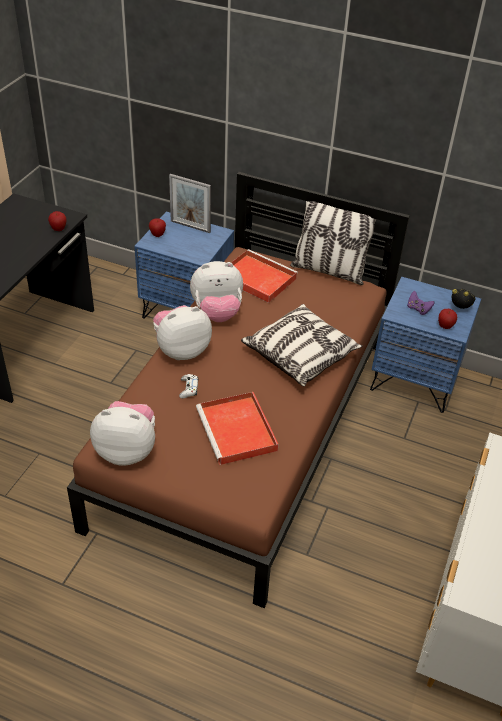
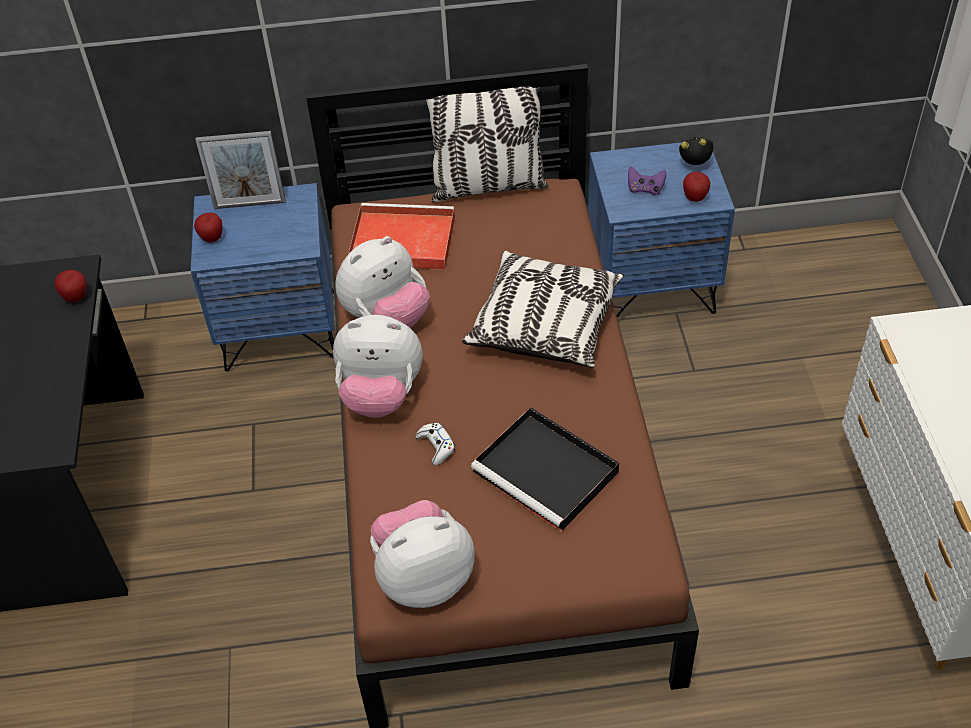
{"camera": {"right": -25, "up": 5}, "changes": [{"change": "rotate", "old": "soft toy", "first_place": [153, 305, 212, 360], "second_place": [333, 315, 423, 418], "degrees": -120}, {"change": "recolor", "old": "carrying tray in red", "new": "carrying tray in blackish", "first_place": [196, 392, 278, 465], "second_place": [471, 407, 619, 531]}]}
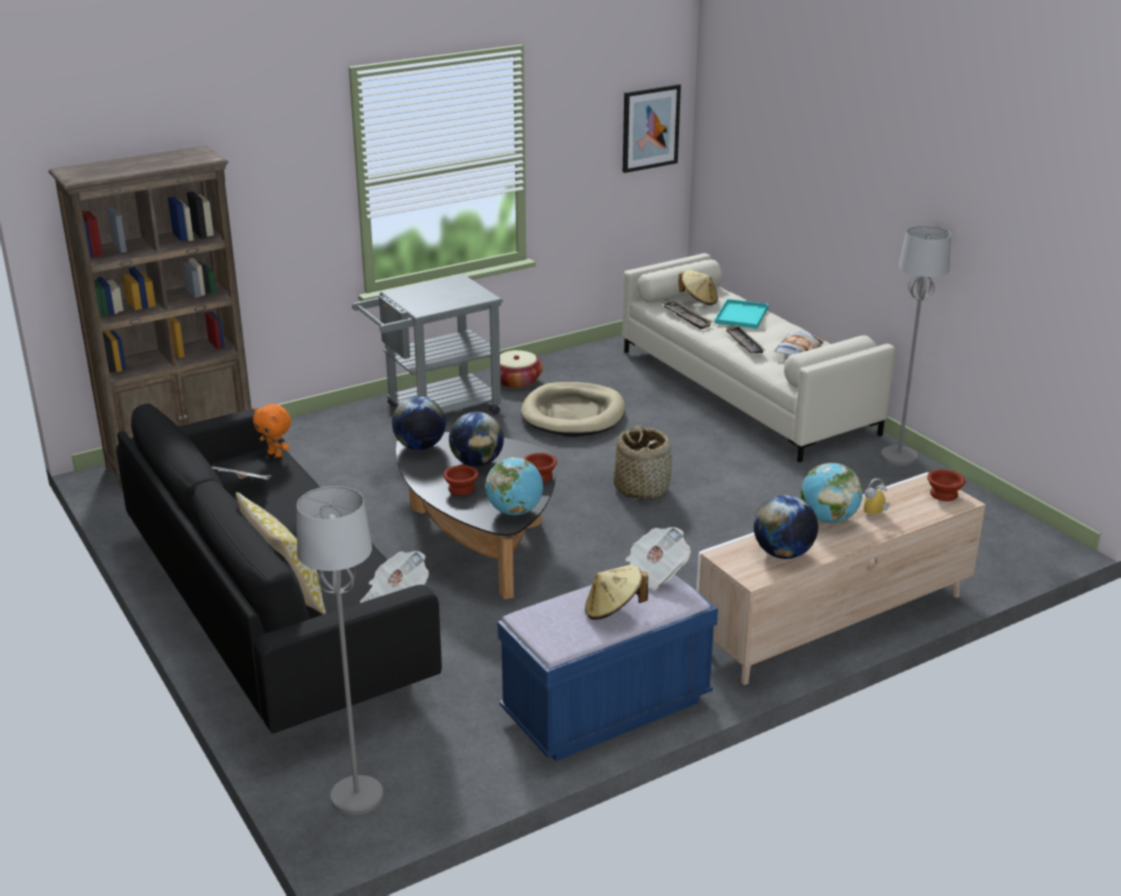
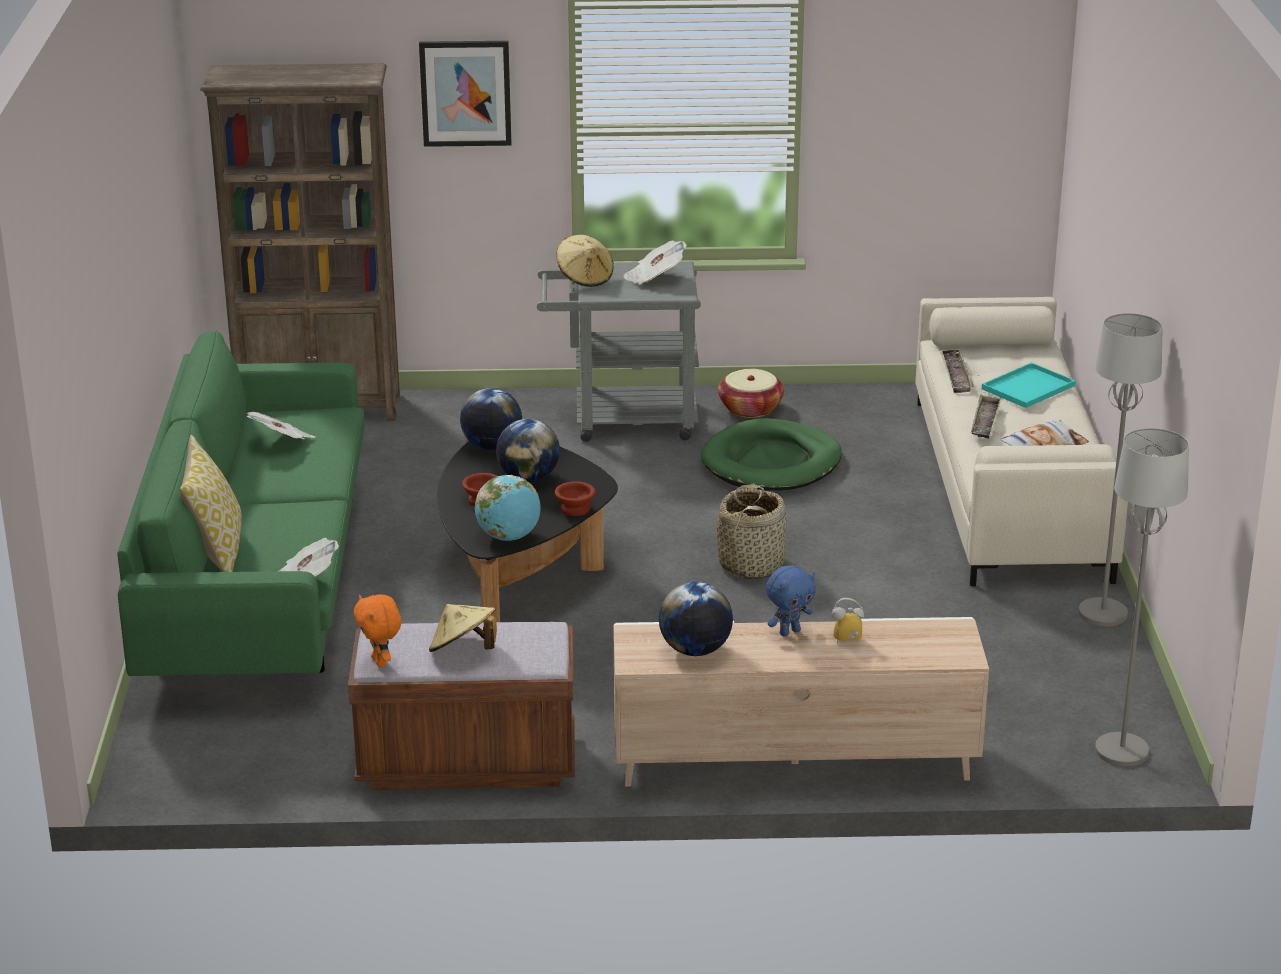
{"camera": {"right": 30, "up": 0}, "changes": [{"change": "move", "old": "picture", "first_place": [623, 84, 681, 173], "second_place": [419, 41, 512, 147]}, {"change": "move", "old": "wearable hat in sand-coloured", "first_place": [678, 269, 718, 305], "second_place": [556, 235, 614, 287]}, {"change": "recolor", "old": "dog cushion in sand-coloured", "new": "dog cushion in greenish", "first_place": [521, 382, 625, 437], "second_place": [701, 418, 842, 490]}, {"change": "recolor", "old": "settee in blackish", "new": "settee in greenish", "first_place": [116, 403, 442, 734], "second_place": [117, 331, 365, 676]}, {"change": "move", "old": "soft toy in orange", "first_place": [253, 404, 291, 458], "second_place": [354, 594, 401, 667]}, {"change": "replace", "old": "globe", "new": "soft toy in blue", "first_place": [800, 463, 863, 523], "second_place": [766, 566, 816, 637]}, {"change": "delete", "old": "deep dish in brown", "first_place": [927, 469, 965, 501]}, {"change": "move", "old": "standing lamp in grey", "first_place": [297, 486, 383, 815], "second_place": [1095, 428, 1189, 767]}, {"change": "move", "old": "newspaper", "first_place": [626, 527, 691, 590], "second_place": [623, 241, 687, 285]}, {"change": "recolor", "old": "indoor bench in blue", "new": "indoor bench in brown", "first_place": [498, 574, 718, 761], "second_place": [348, 622, 575, 790]}]}
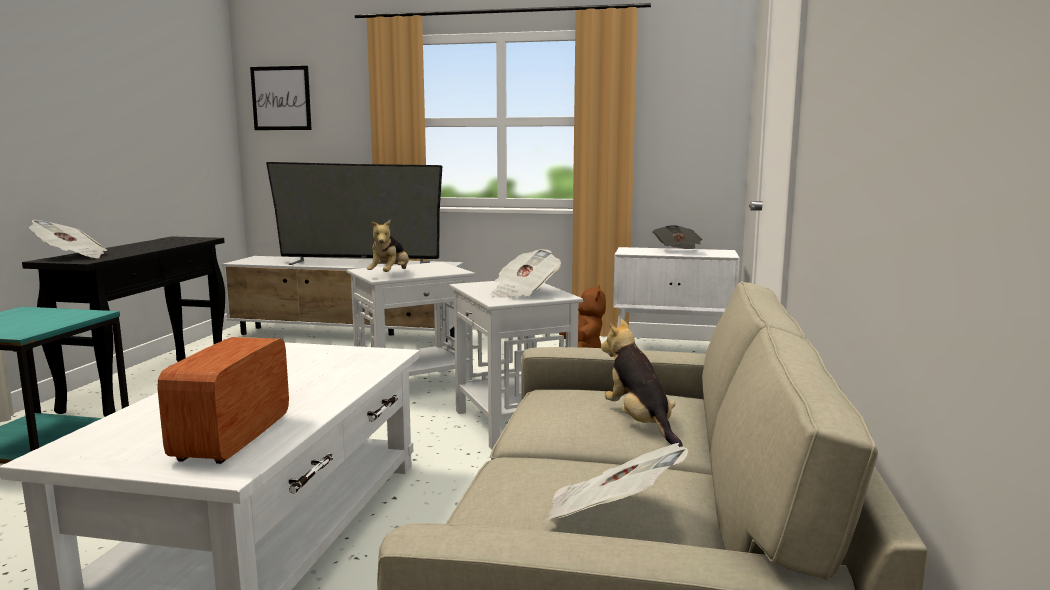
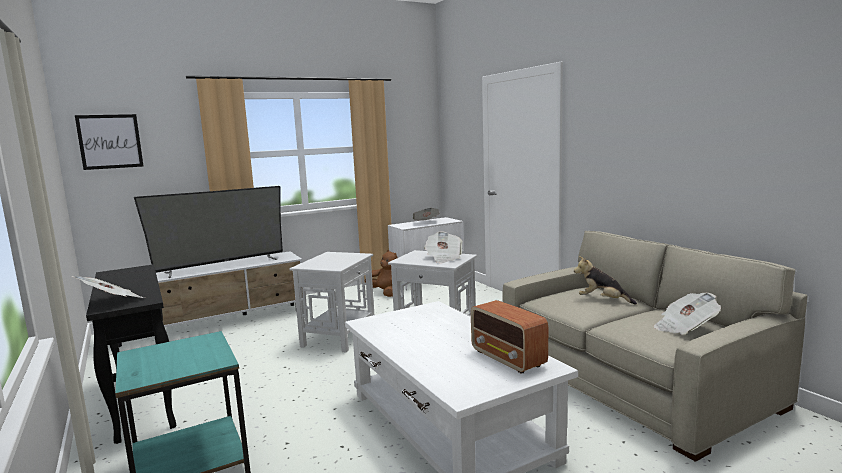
{"camera": {"right": -40, "up": 0}, "changes": [{"change": "delete", "old": "soft toy", "first_place": [367, 220, 409, 272]}]}
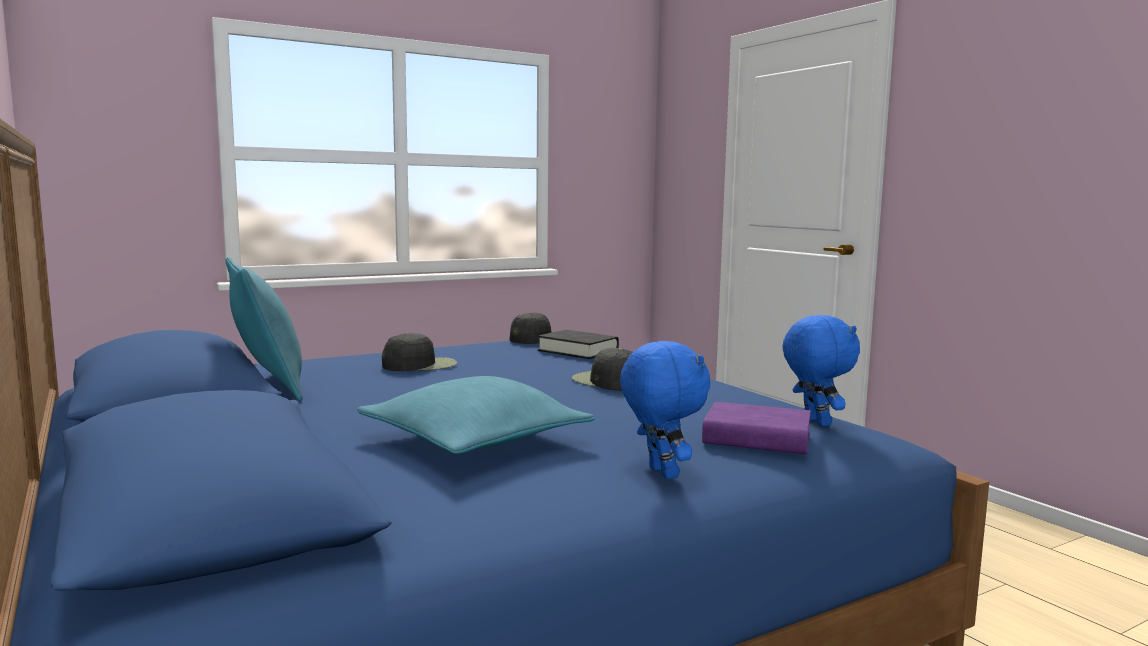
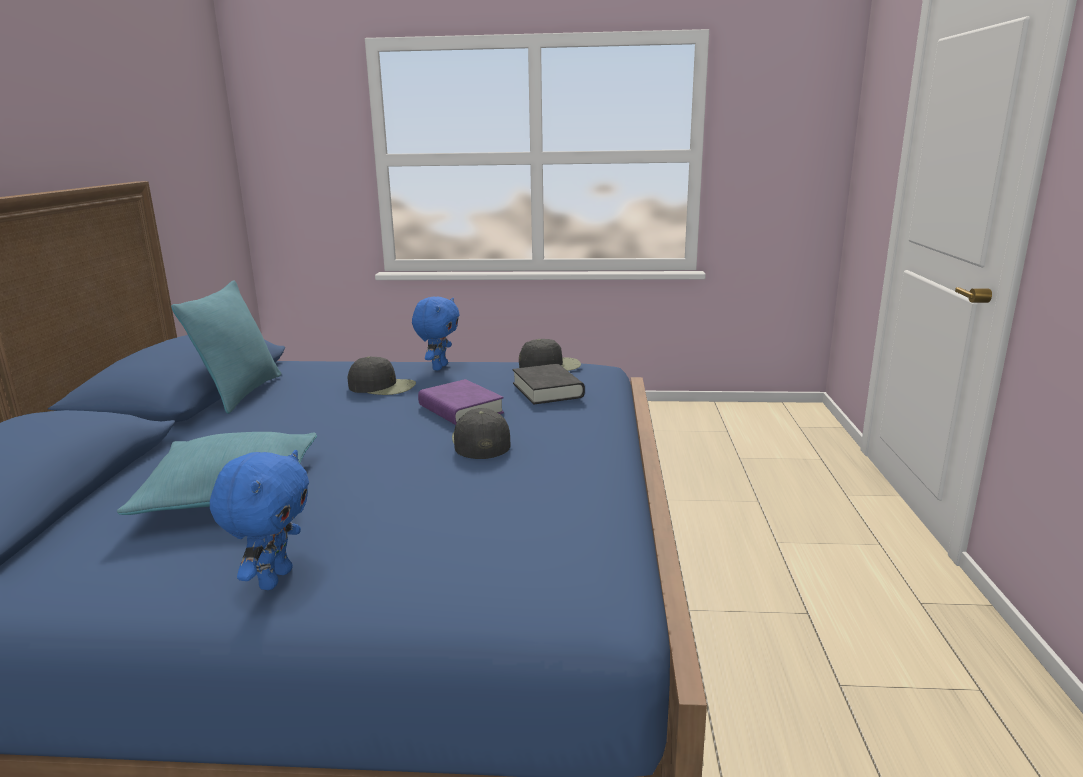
{"camera": {"right": 35, "up": 10}, "changes": [{"change": "move", "old": "soft toy in blue", "first_place": [782, 315, 860, 427], "second_place": [412, 296, 460, 370]}, {"change": "move", "old": "bound book in purplish", "first_place": [702, 402, 811, 454], "second_place": [418, 379, 504, 425]}]}
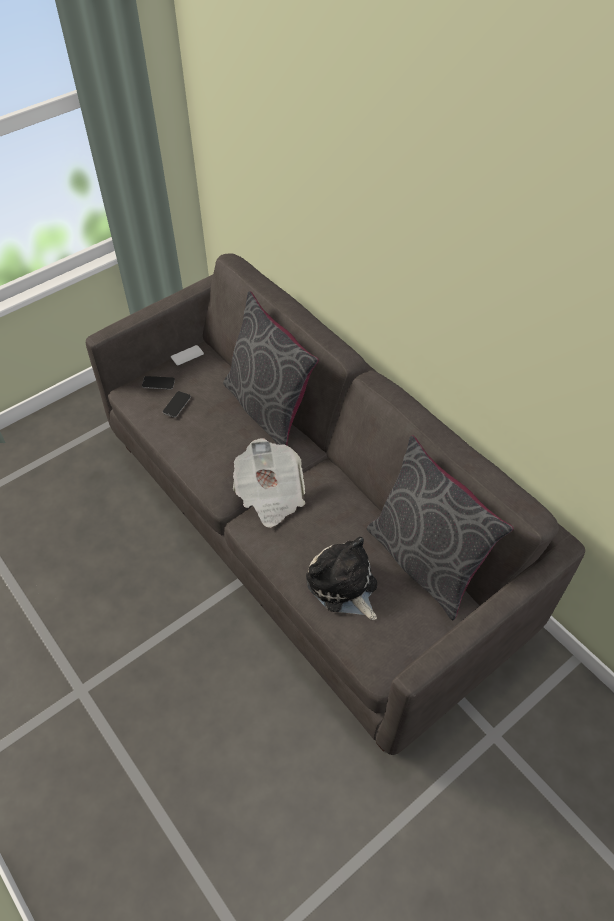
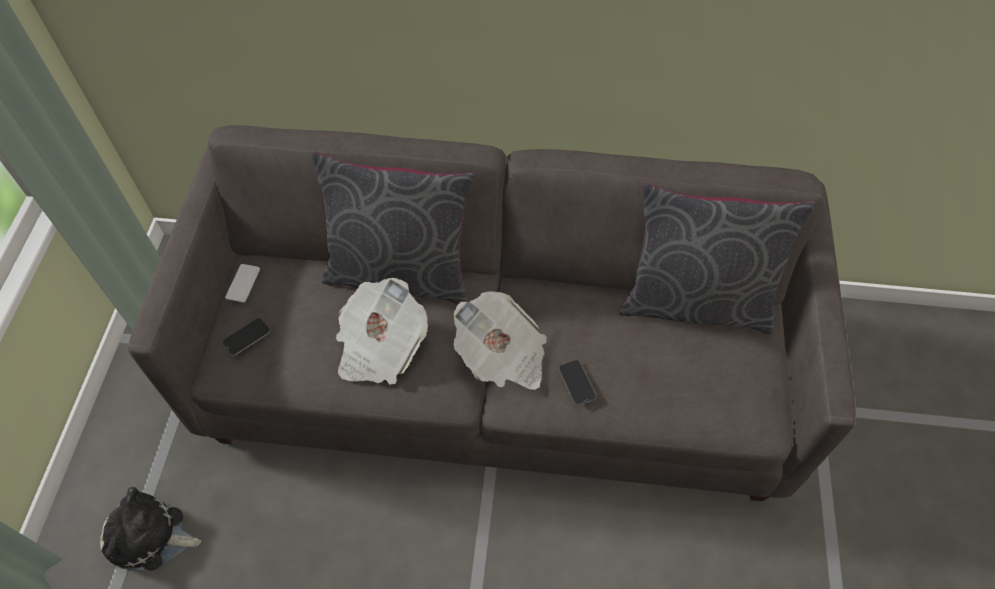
{"camera": {"right": -45, "up": 5}, "changes": [{"change": "move", "old": "telephone", "first_place": [163, 391, 191, 418], "second_place": [559, 360, 596, 405]}, {"change": "move", "old": "soft toy", "first_place": [306, 537, 377, 620], "second_place": [100, 487, 201, 571]}, {"change": "insert", "new": "newspaper", "second_place": [336, 278, 428, 385]}]}
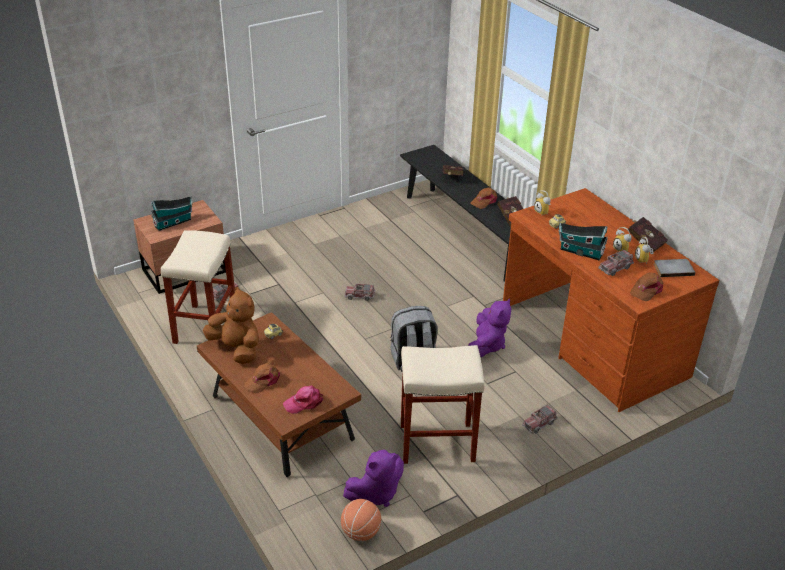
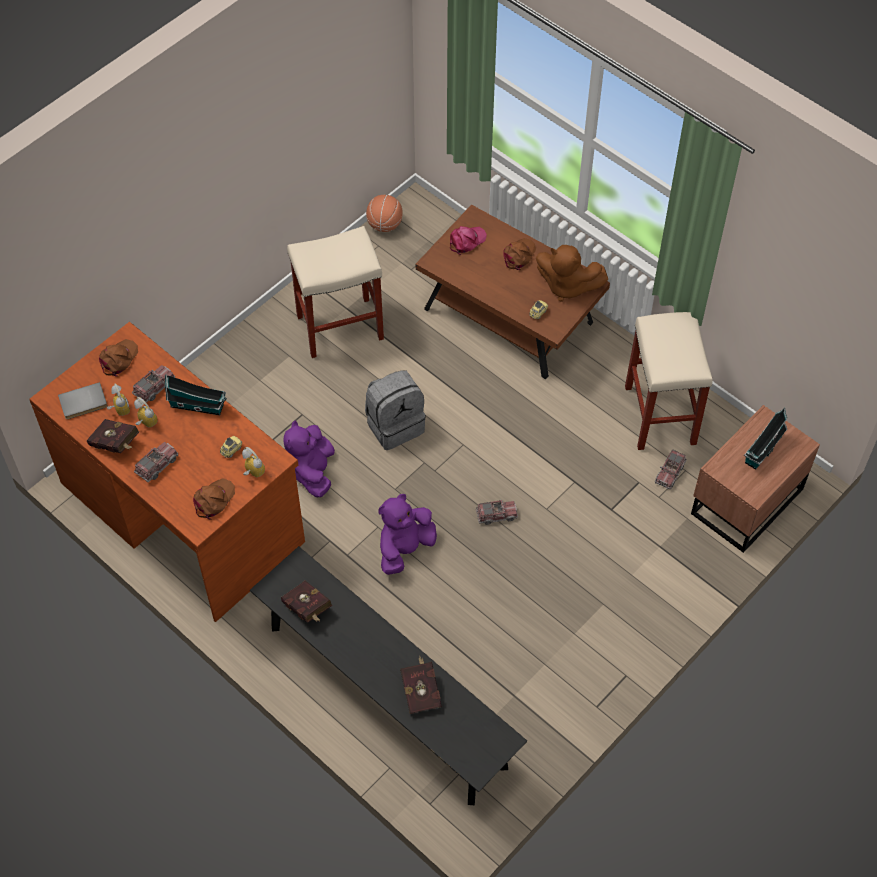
{"camera": {"right": 165, "up": 20}, "changes": [{"change": "move", "old": "peaked cap in brown", "first_place": [470, 188, 497, 209], "second_place": [193, 478, 235, 520]}, {"change": "move", "old": "toy truck", "first_place": [522, 405, 558, 434], "second_place": [134, 442, 178, 482]}, {"change": "move", "old": "soft toy in purplish", "first_place": [343, 449, 404, 507], "second_place": [378, 494, 437, 575]}]}
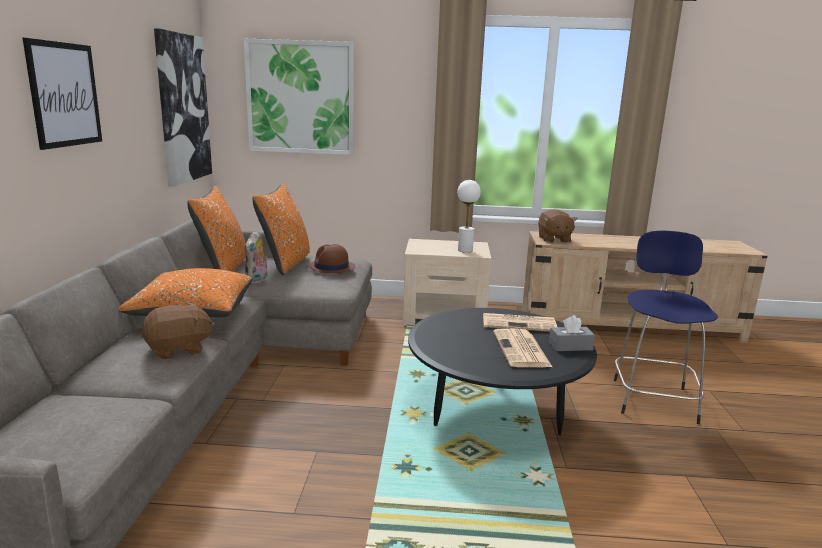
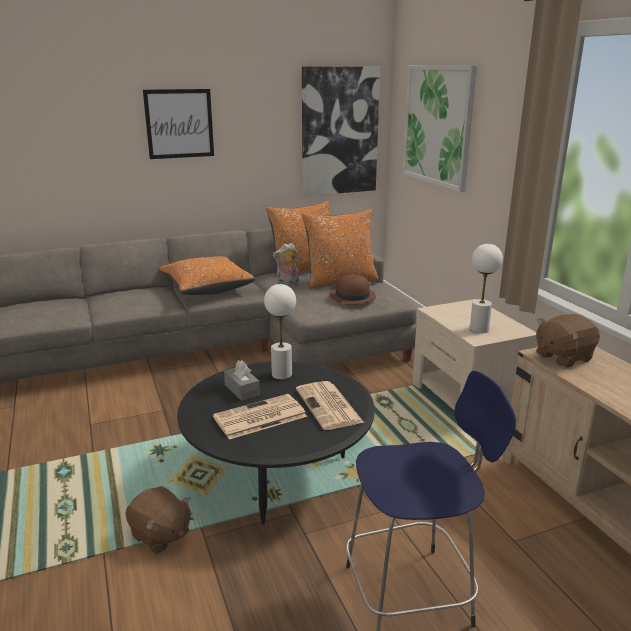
{"camera": {"right": 65, "up": 5}, "changes": [{"change": "move", "old": "soft toy in brown", "first_place": [141, 303, 216, 359], "second_place": [126, 486, 191, 554]}, {"change": "move", "old": "tissue holder in grey", "first_place": [549, 315, 595, 351], "second_place": [224, 360, 260, 401]}, {"change": "insert", "new": "lamp for a table in whitish", "second_place": [264, 284, 296, 380]}]}
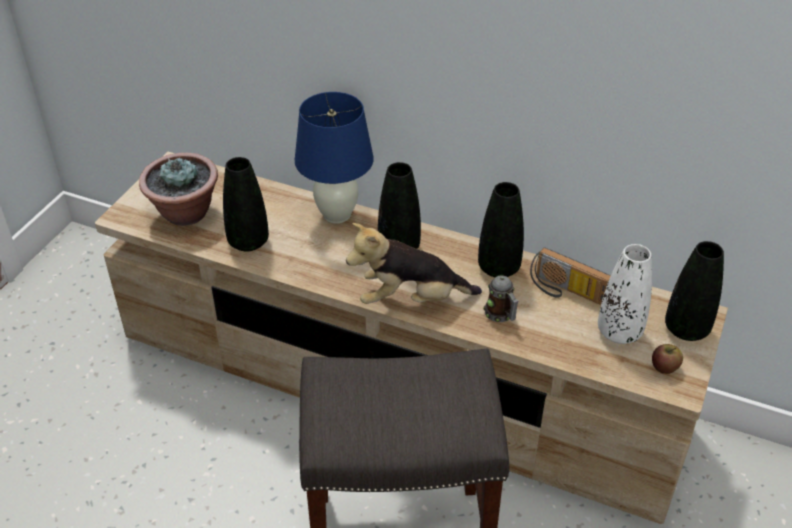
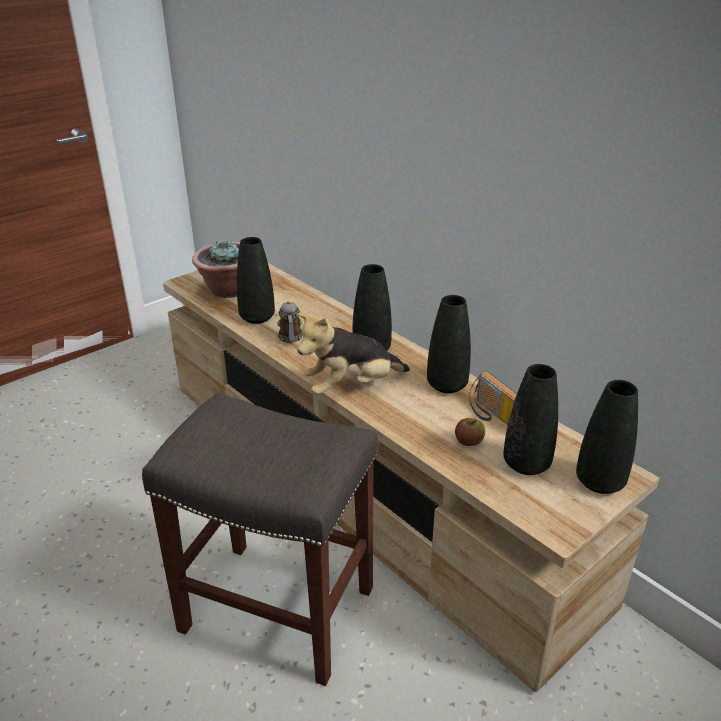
{"camera": {"right": 25, "up": -10}, "changes": [{"change": "delete", "old": "lamp for a table in blue", "first_place": [295, 92, 374, 224]}, {"change": "rotate", "old": "soft toy", "first_place": [346, 223, 482, 304], "second_place": [297, 314, 410, 395], "degrees": -45}, {"change": "recolor", "old": "vase in whitish", "new": "vase in blackish", "first_place": [598, 244, 652, 344], "second_place": [503, 364, 558, 475]}, {"change": "move", "old": "mug", "first_place": [483, 275, 519, 322], "second_place": [277, 301, 303, 343]}, {"change": "move", "old": "apple fruit", "first_place": [652, 344, 683, 374], "second_place": [455, 418, 485, 446]}]}
